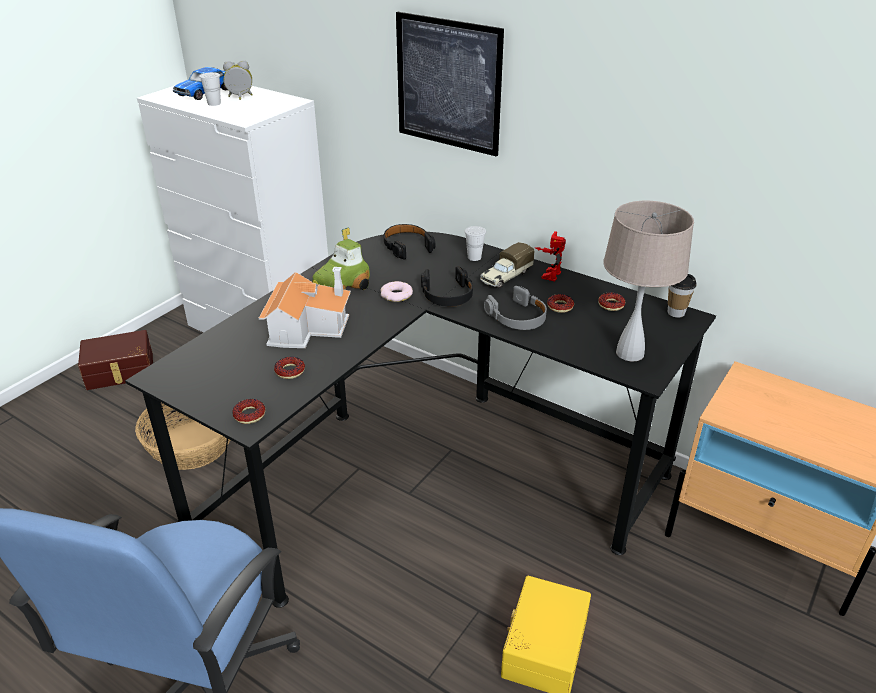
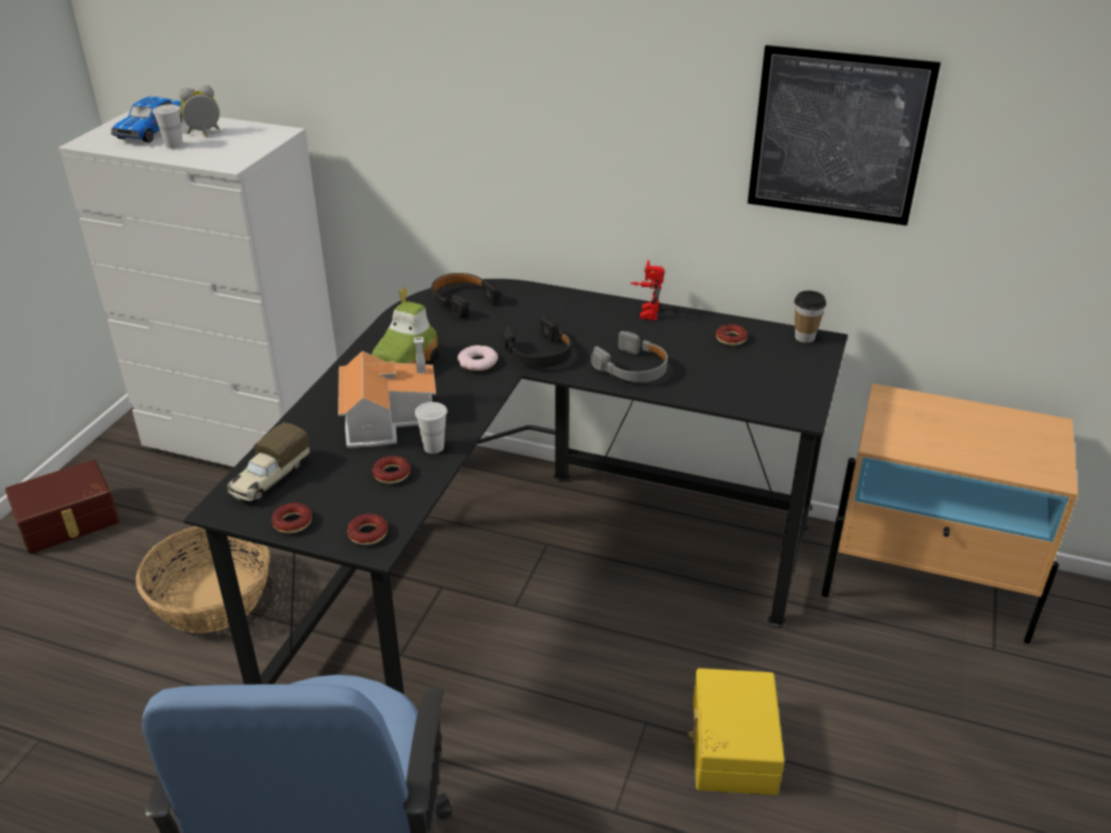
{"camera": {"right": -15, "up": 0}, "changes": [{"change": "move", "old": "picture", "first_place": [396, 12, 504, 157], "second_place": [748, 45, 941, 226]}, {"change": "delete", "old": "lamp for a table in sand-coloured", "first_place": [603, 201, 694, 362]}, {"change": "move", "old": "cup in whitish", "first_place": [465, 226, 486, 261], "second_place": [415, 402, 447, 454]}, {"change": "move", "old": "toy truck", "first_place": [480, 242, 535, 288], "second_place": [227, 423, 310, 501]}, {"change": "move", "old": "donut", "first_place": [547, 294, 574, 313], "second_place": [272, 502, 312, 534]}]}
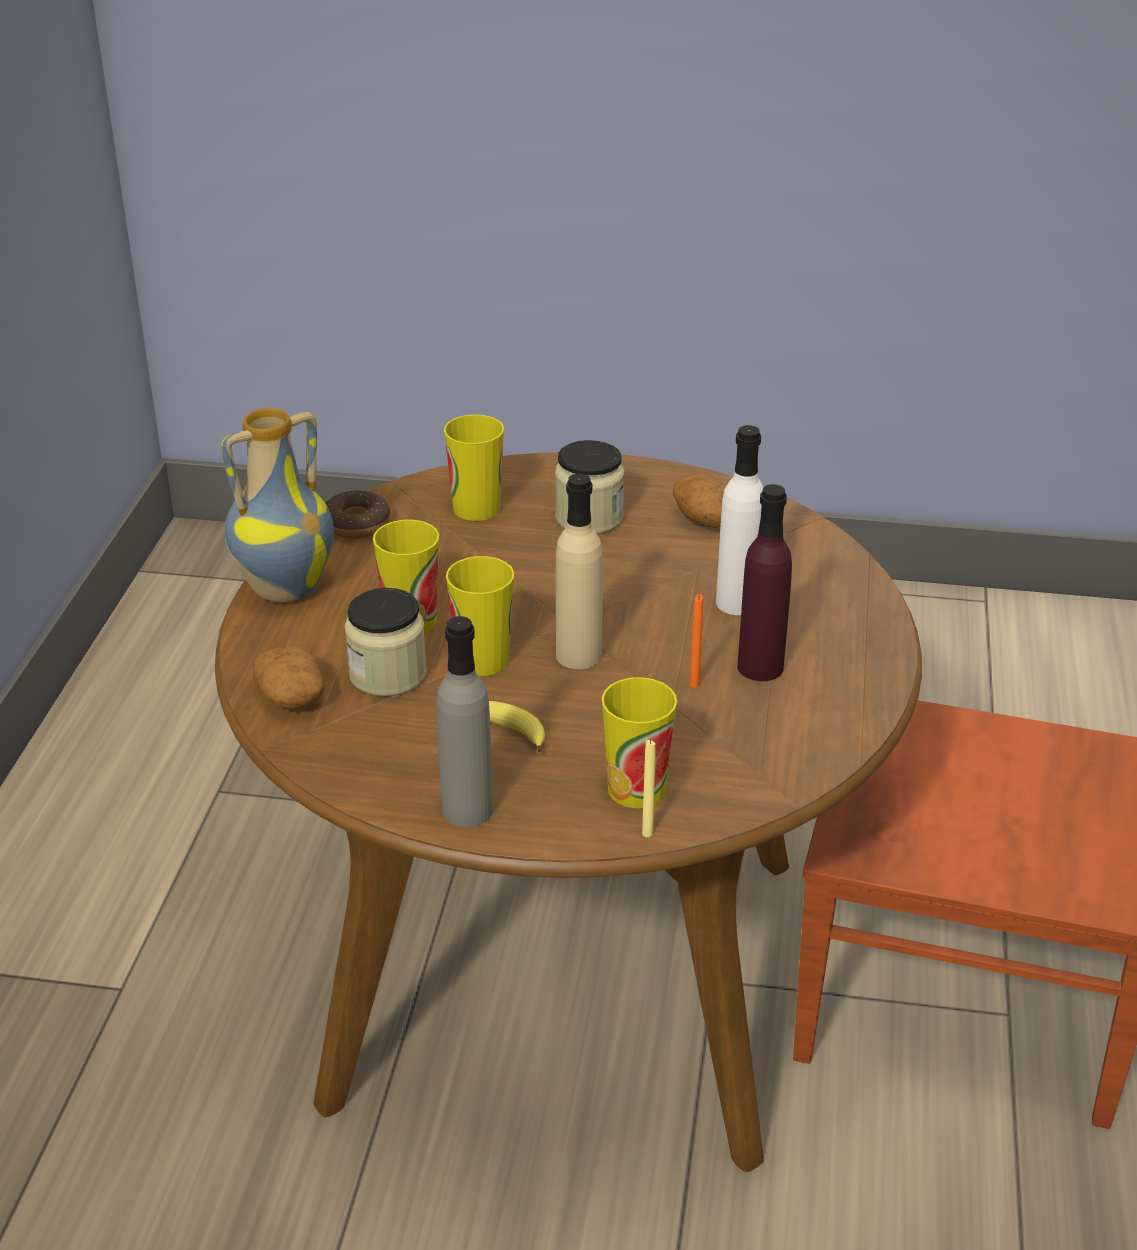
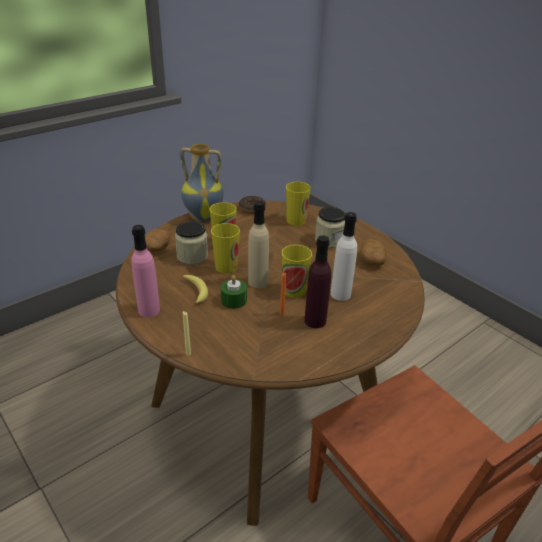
{"camera": {"right": 40, "up": 0}, "changes": [{"change": "recolor", "old": "beverage bottle in grey", "new": "beverage bottle in pink", "first_place": [437, 616, 493, 827], "second_place": [131, 225, 160, 317]}, {"change": "move", "old": "cup", "first_place": [602, 677, 677, 808], "second_place": [282, 245, 312, 298]}, {"change": "insert", "new": "candle in greenish", "second_place": [221, 275, 247, 309]}]}
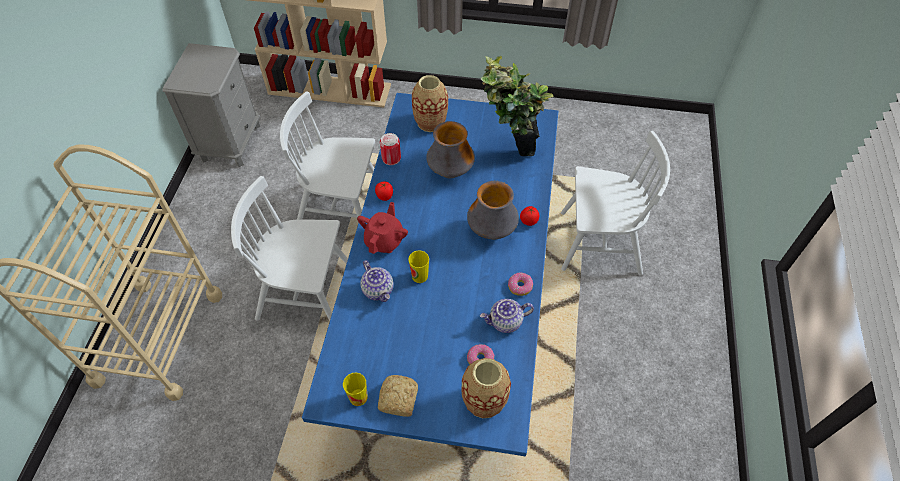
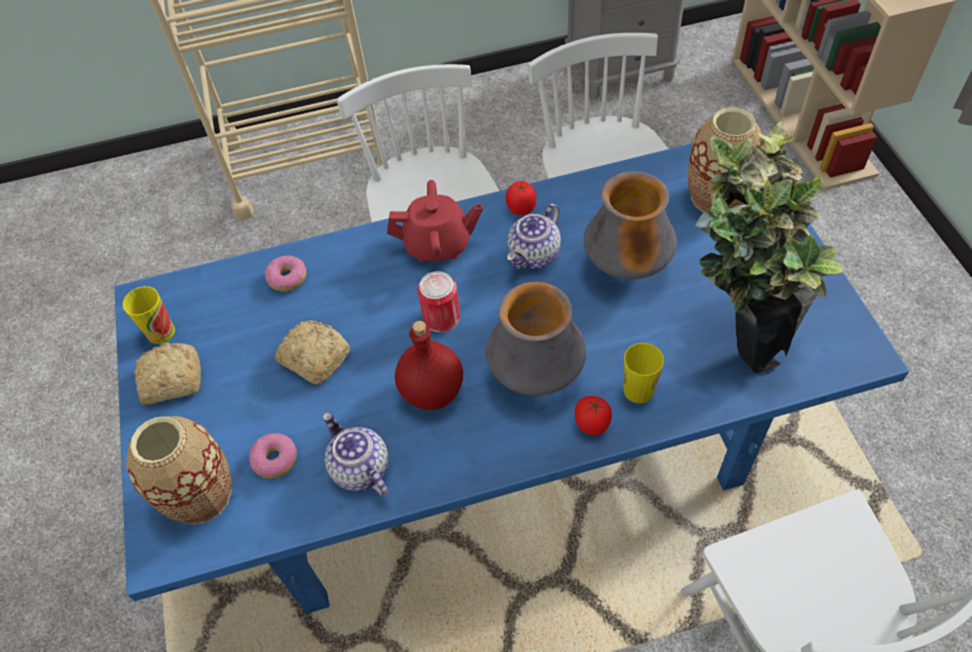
{"camera": {"right": 70, "up": 0}, "changes": [{"change": "move", "old": "metal can", "first_place": [380, 133, 401, 165], "second_place": [417, 271, 460, 332]}, {"change": "move", "old": "cup", "first_place": [408, 250, 429, 283], "second_place": [624, 343, 664, 403]}, {"change": "move", "old": "tea pot", "first_place": [360, 260, 393, 302], "second_place": [507, 203, 561, 270]}, {"change": "move", "old": "donut", "first_place": [508, 273, 533, 296], "second_place": [265, 256, 307, 291]}, {"change": "insert", "new": "bakery bread", "second_place": [275, 320, 350, 385]}, {"change": "insert", "new": "beverage bottle in red", "second_place": [395, 321, 463, 410]}]}
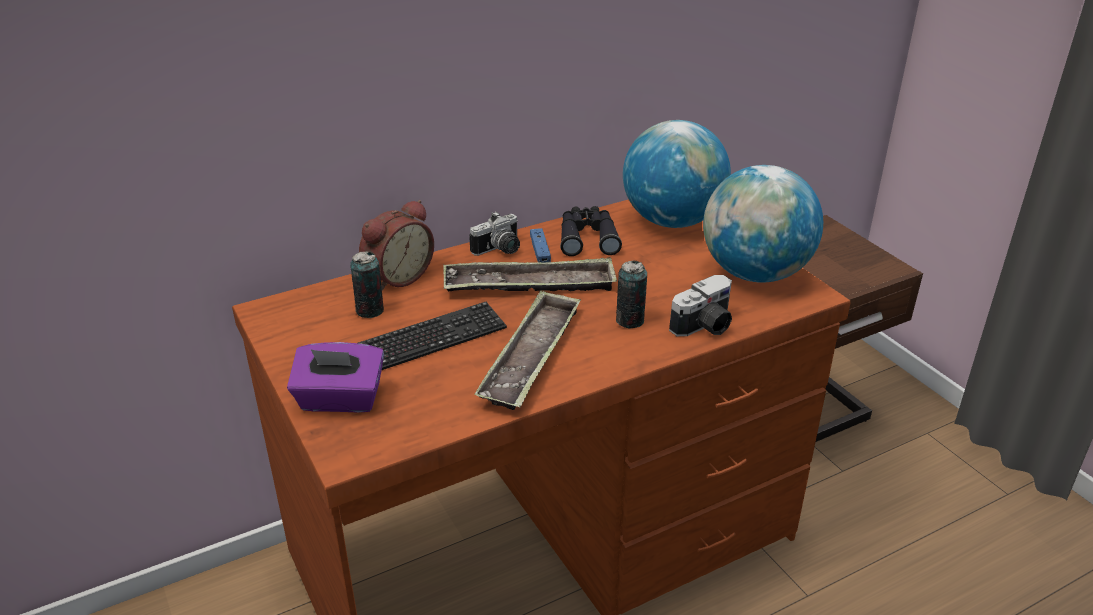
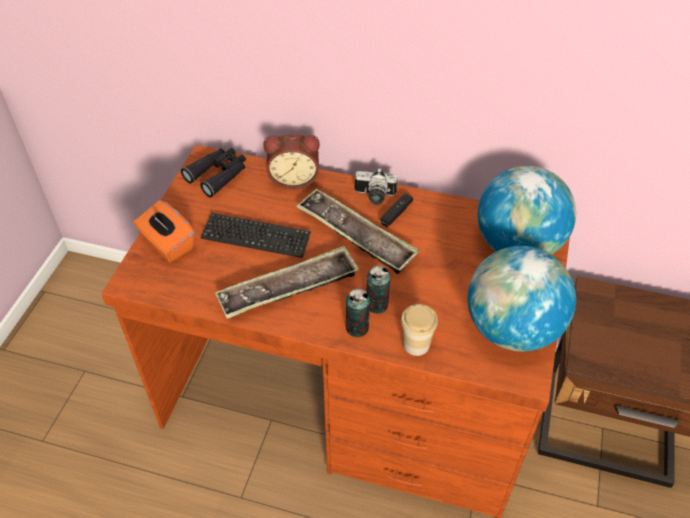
{"camera": {"right": 45, "up": 15}, "changes": [{"change": "move", "old": "field glasses in blackish", "first_place": [560, 206, 622, 256], "second_place": [181, 148, 246, 198]}, {"change": "recolor", "old": "joypad in blue", "new": "joypad in blackish", "first_place": [530, 228, 551, 263], "second_place": [380, 193, 413, 227]}, {"change": "move", "old": "metal can", "first_place": [350, 252, 384, 318], "second_place": [346, 289, 370, 337]}, {"change": "replace", "old": "photo camera", "new": "cup", "first_place": [669, 275, 732, 336], "second_place": [401, 304, 438, 356]}, {"change": "recolor", "old": "tissue holder in purplish", "new": "tissue holder in orange", "first_place": [287, 342, 384, 413], "second_place": [134, 200, 195, 263]}]}
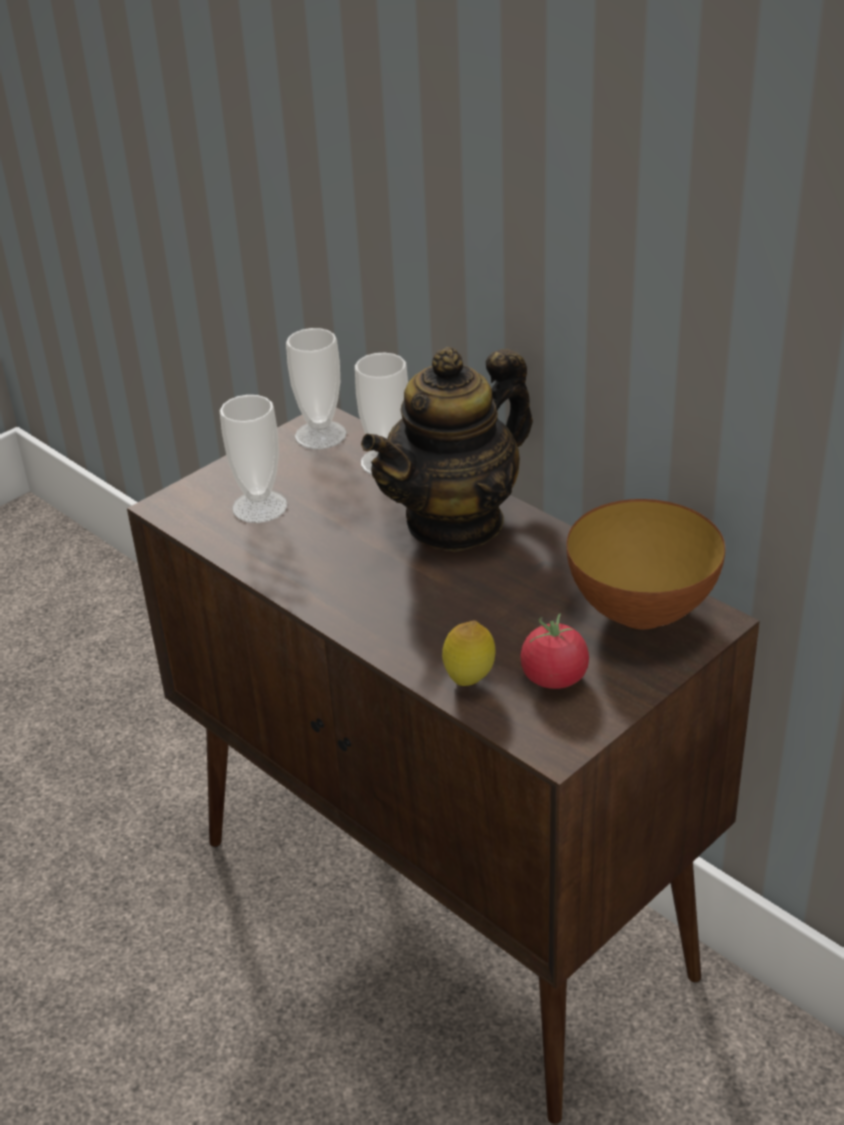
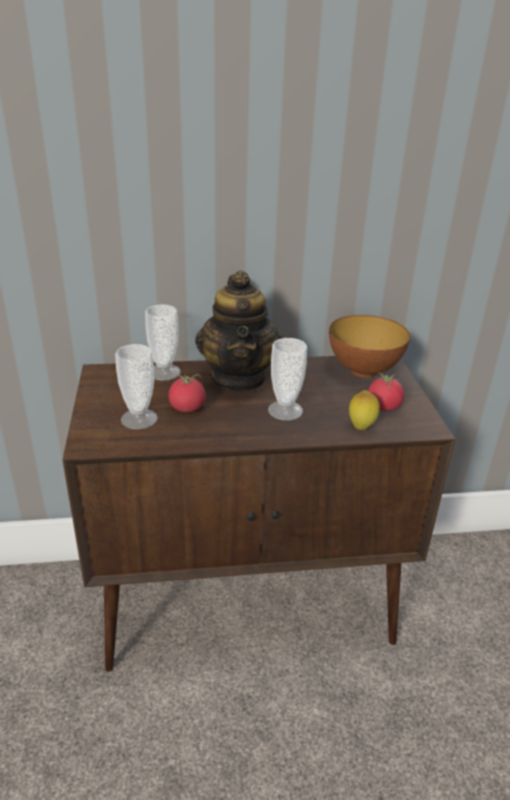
{"camera": {"right": -55, "up": -5}, "changes": [{"change": "move", "old": "cup", "first_place": [286, 328, 347, 449], "second_place": [268, 338, 307, 420]}, {"change": "insert", "new": "whole tomato", "second_place": [169, 374, 206, 412]}]}
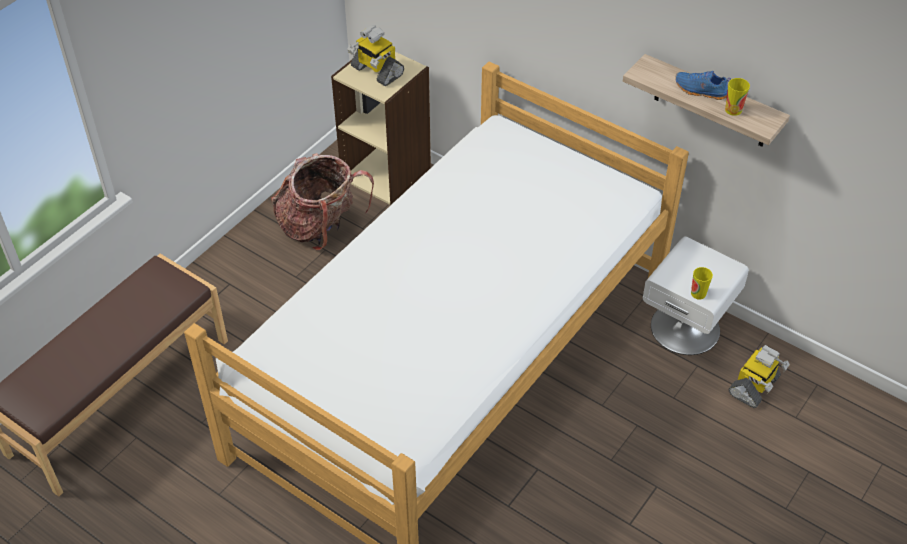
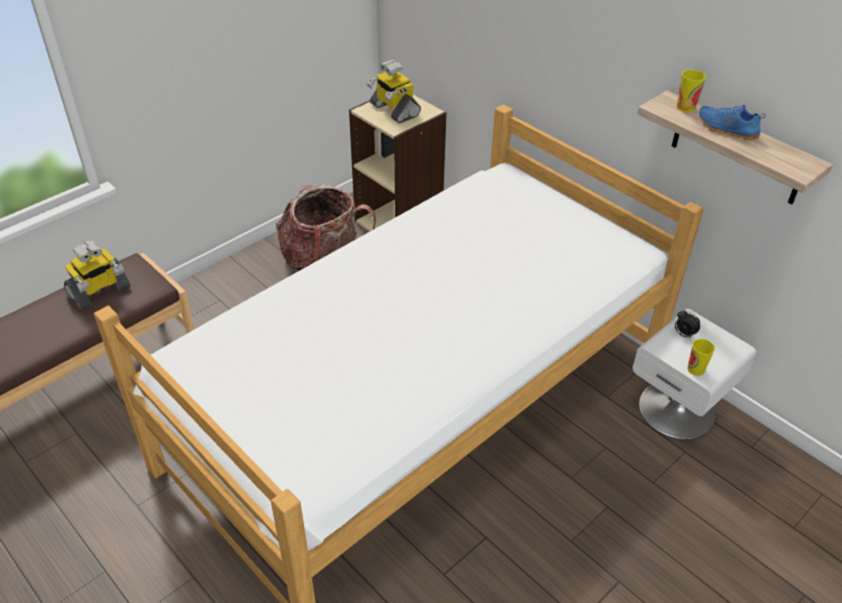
{"camera": {"right": 10, "up": -5}, "changes": [{"change": "move", "old": "cup", "first_place": [725, 78, 750, 116], "second_place": [677, 70, 706, 112]}, {"change": "move", "old": "toy robot", "first_place": [728, 345, 790, 408], "second_place": [64, 241, 131, 311]}, {"change": "insert", "new": "bedside clock", "second_place": [675, 310, 700, 339]}]}
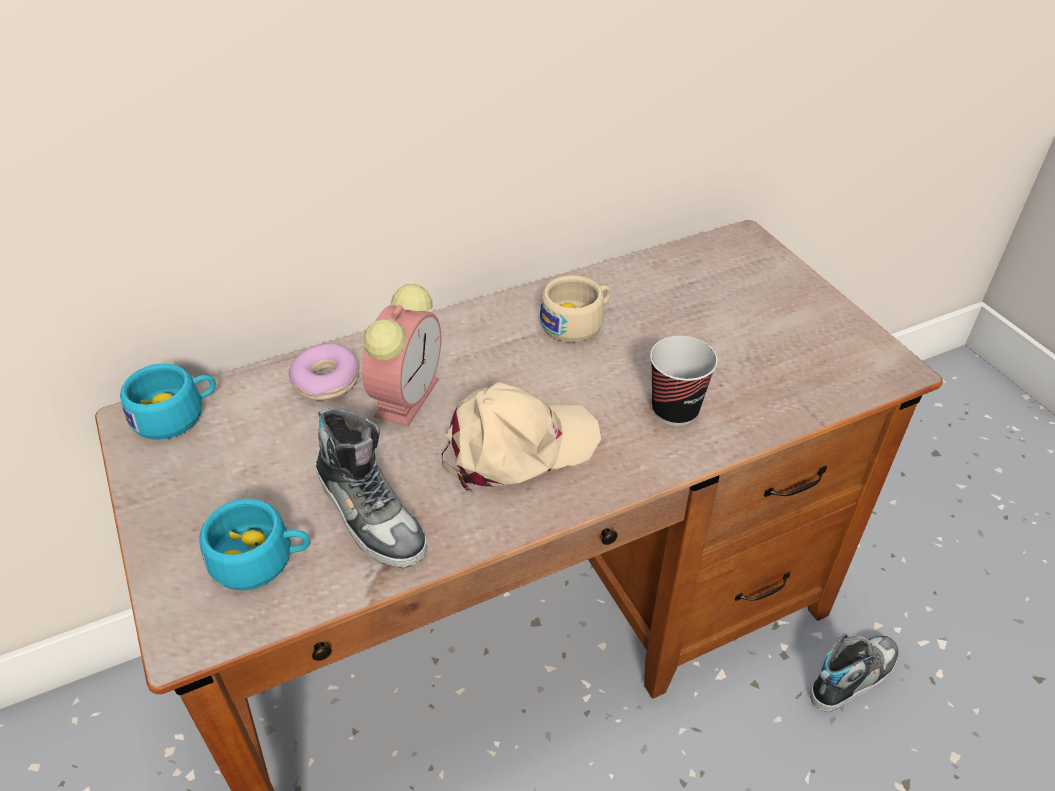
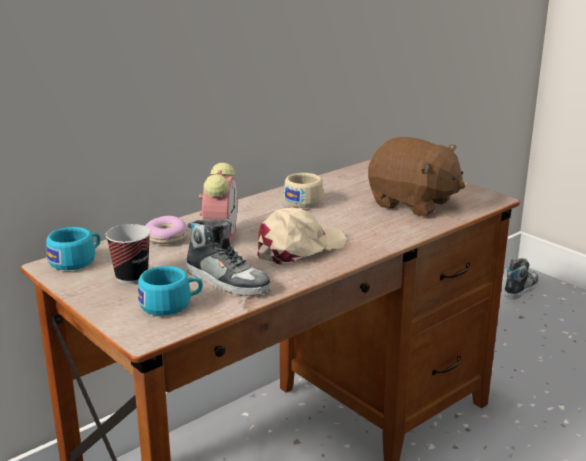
{"camera": {"right": -15, "up": -20}, "changes": [{"change": "move", "old": "cup", "first_place": [650, 336, 718, 426], "second_place": [105, 224, 151, 284]}, {"change": "move", "old": "low shoe", "first_place": [810, 633, 899, 712], "second_place": [504, 258, 539, 299]}, {"change": "insert", "new": "soft toy in brown", "second_place": [368, 137, 465, 217]}]}
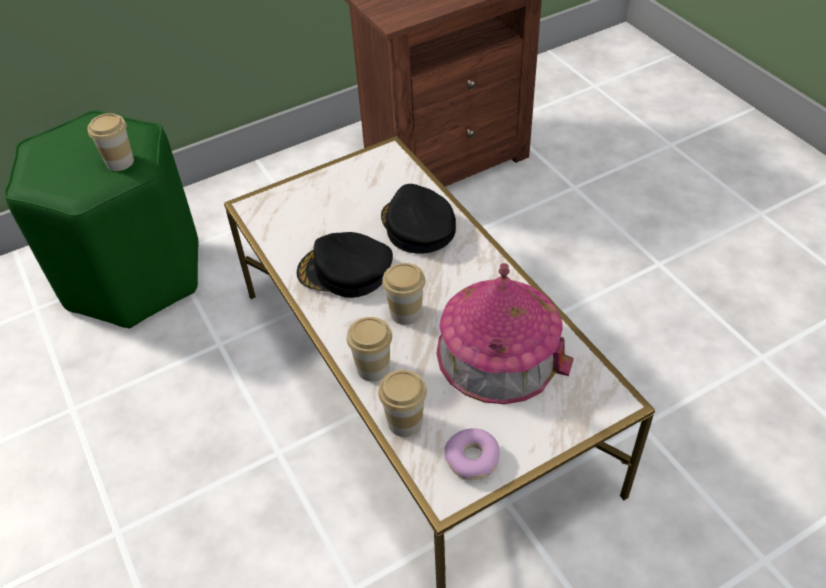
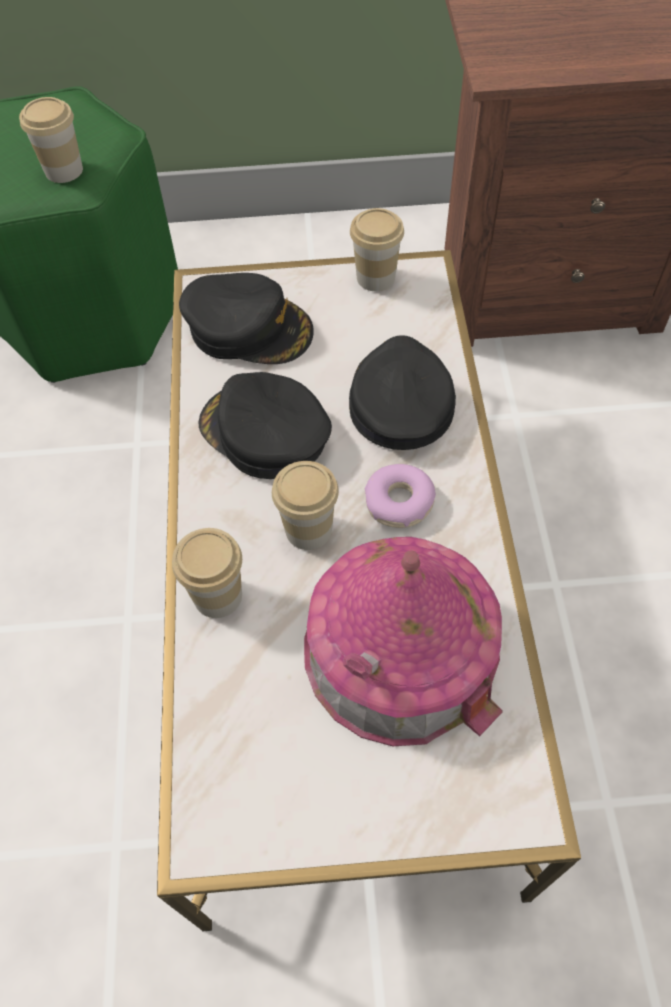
{"camera": {"right": 25, "up": 10}, "changes": [{"change": "move", "old": "cup", "first_place": [378, 370, 427, 437], "second_place": [350, 208, 404, 291]}, {"change": "move", "old": "donut", "first_place": [445, 428, 500, 480], "second_place": [365, 464, 436, 528]}, {"change": "insert", "new": "peaked cap in blackish", "second_place": [179, 273, 314, 364]}]}
